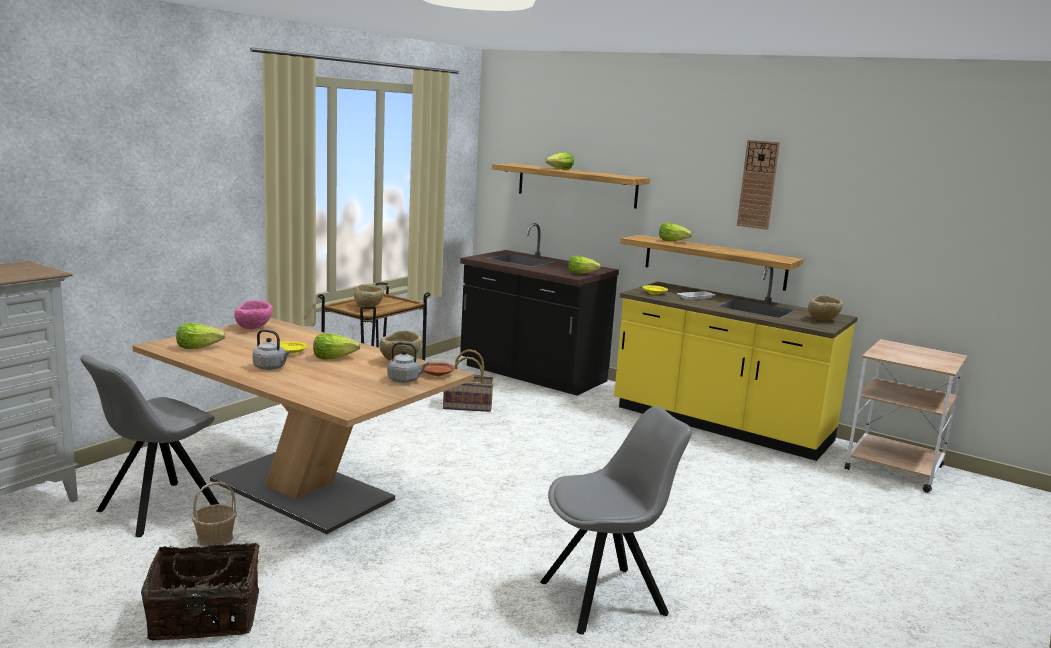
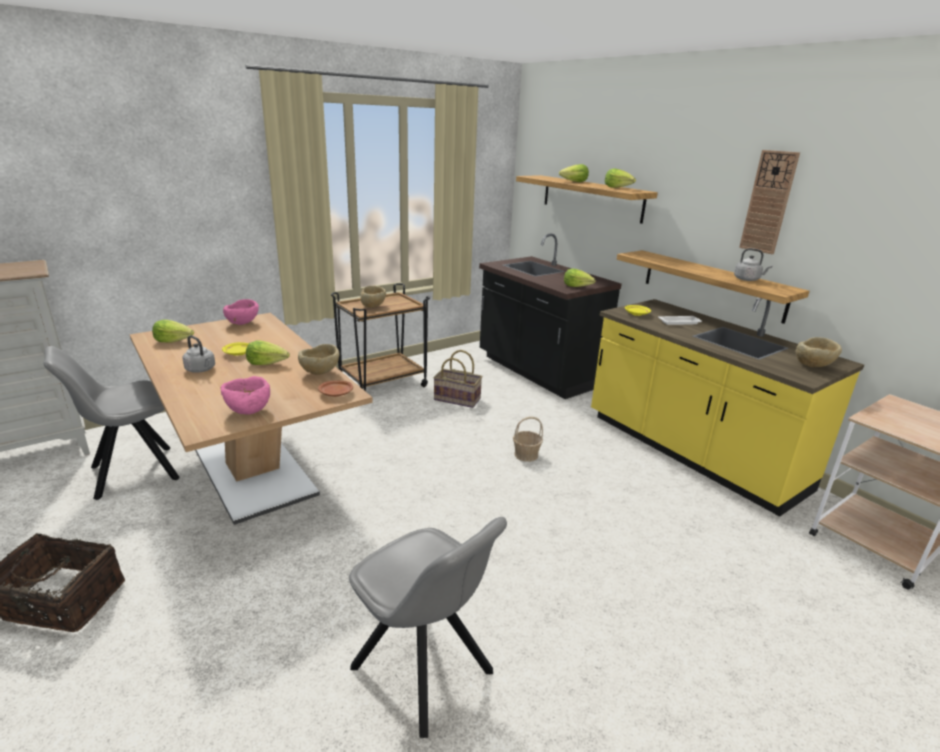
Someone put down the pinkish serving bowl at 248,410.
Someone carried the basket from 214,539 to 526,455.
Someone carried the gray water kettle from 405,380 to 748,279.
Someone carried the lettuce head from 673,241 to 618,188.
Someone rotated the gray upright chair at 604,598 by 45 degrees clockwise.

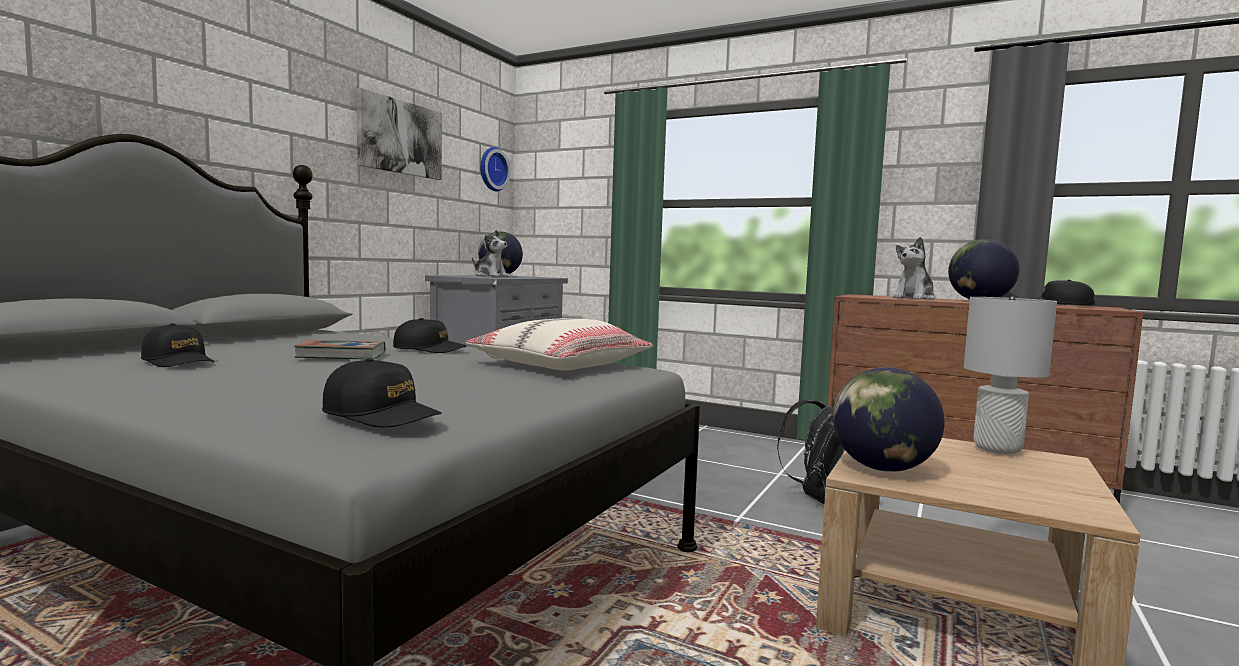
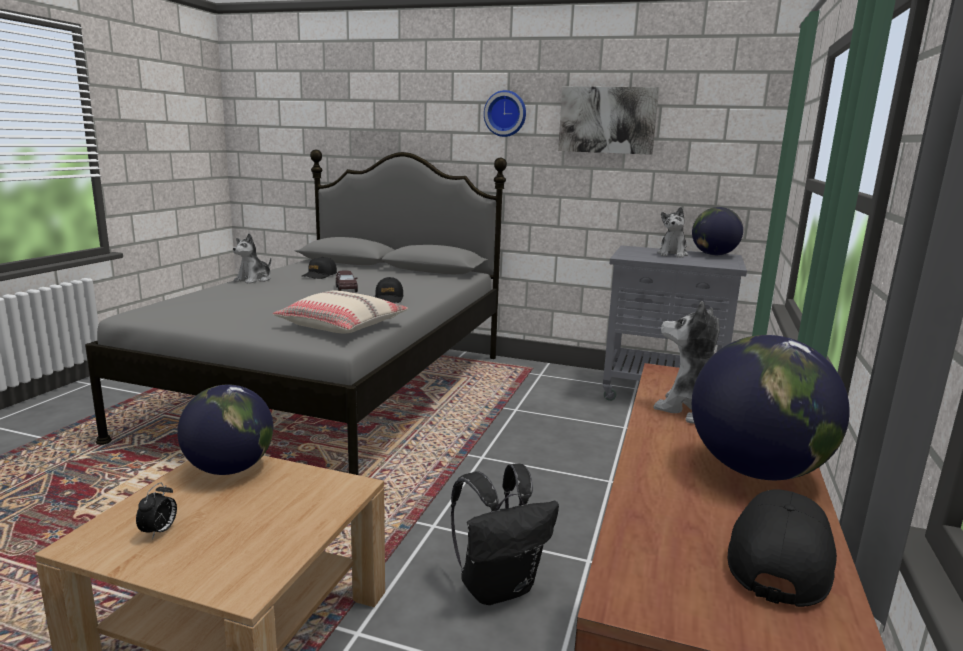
Someone took away the blackish cap at 381,415.
Someone took away the gray tabletop lamp at 998,451.
Someone put down the table clock at 159,531.
Someone put down the cuddly toy at 254,280.
Someone carried the wall clock from 491,169 to 505,113.
Someone swapped the bound book at 341,355 for the brown-coloured toy car at 346,289.

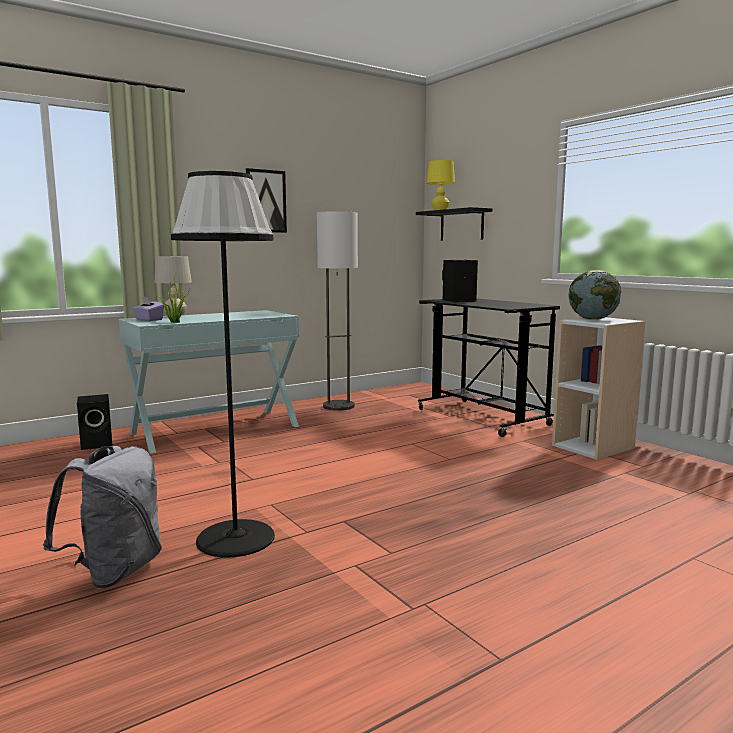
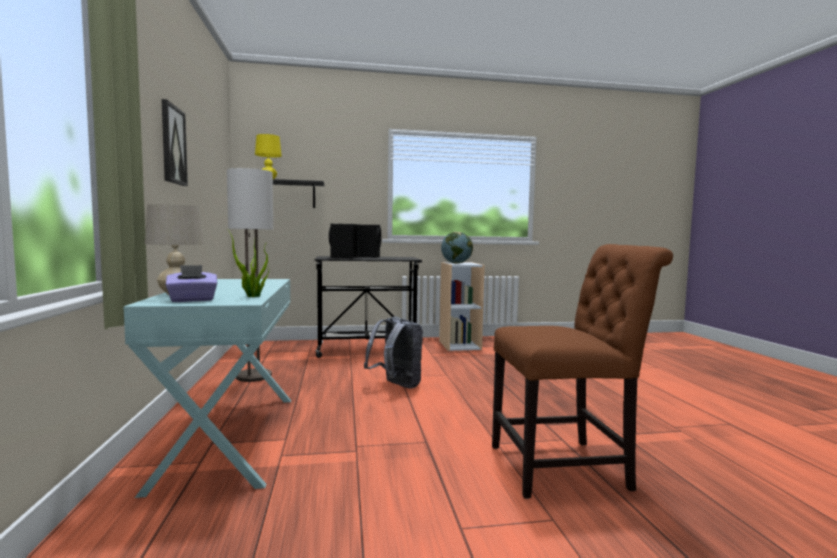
Someone carried the gray knapsack from 115,571 to 396,386.
Someone carried the blackish loudspeaker from 98,443 to 368,257.
Someone swapped the blackish standard lamp at 235,538 for the brown-coloured upright chair at 567,468.

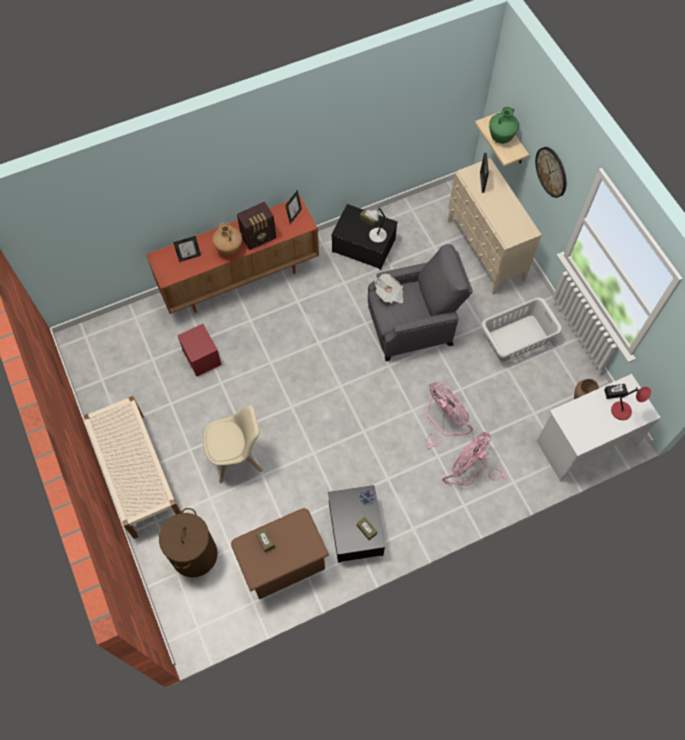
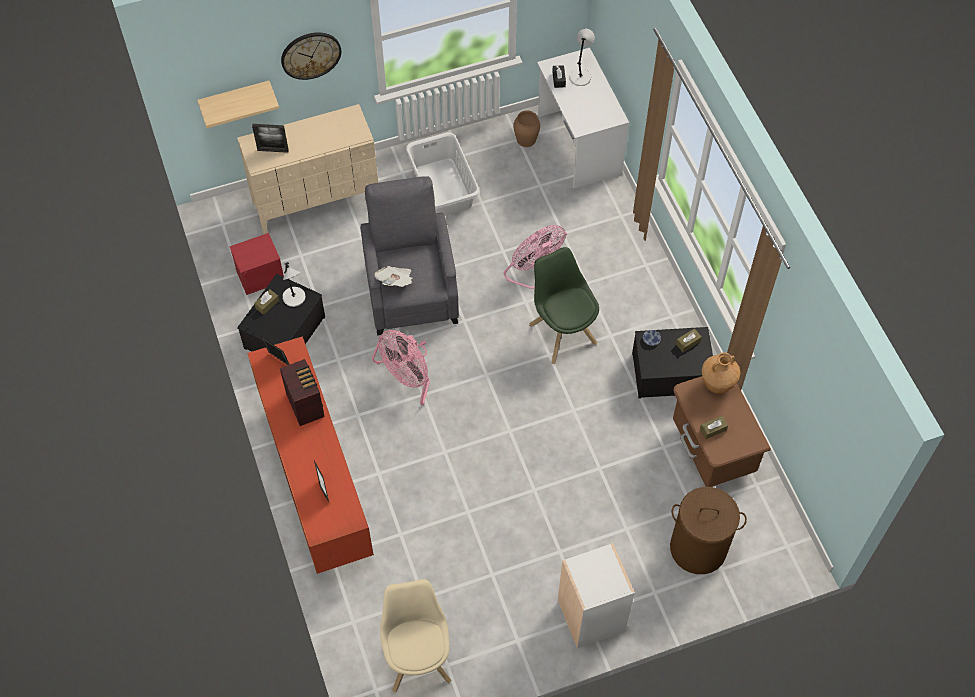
Someone took away the greenish decorative vase at 500,138.
Someone put down the greenish upright chair at 562,333.
Someone carried the reddish storage box from 202,357 to 260,274.
Someone carried the beige upright chair from 237,458 to 417,658.
Someone carried the brown-coloured decorative vase from 229,250 to 717,384.
Someone carried the pinkish electric fan from 472,468 to 408,373.
Someone swapped the beige long seat at 137,474 for the bookcase at 590,616.
Someone repainted the reddish tabletop lamp at 622,411, which became the gray tabletop lamp at 580,76.

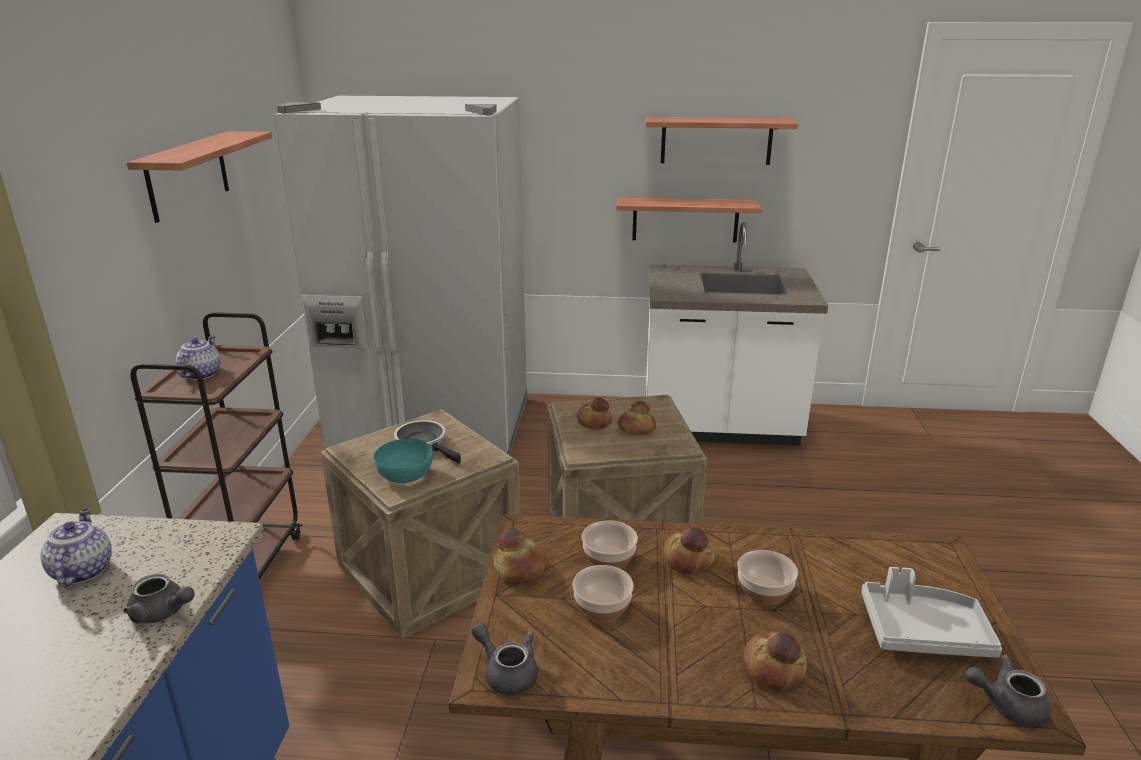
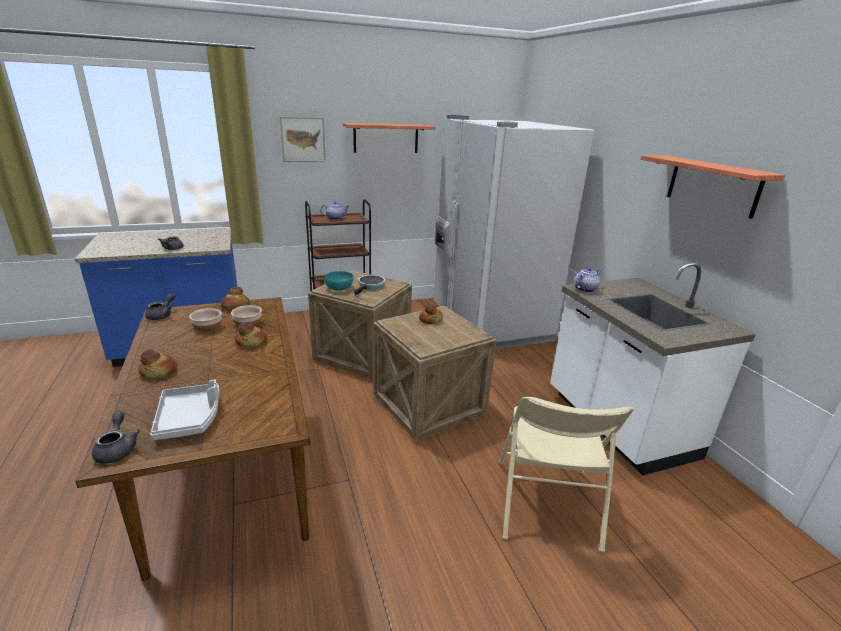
Someone took away the wall shelf at 685,220.
Someone took away the baked bread at 636,429.
Someone took away the serving bowl at 765,591.
Someone put up the wall art at 303,139.
Someone put down the beige upright chair at 545,502.
Someone carried the tea pot from 82,571 to 585,289.

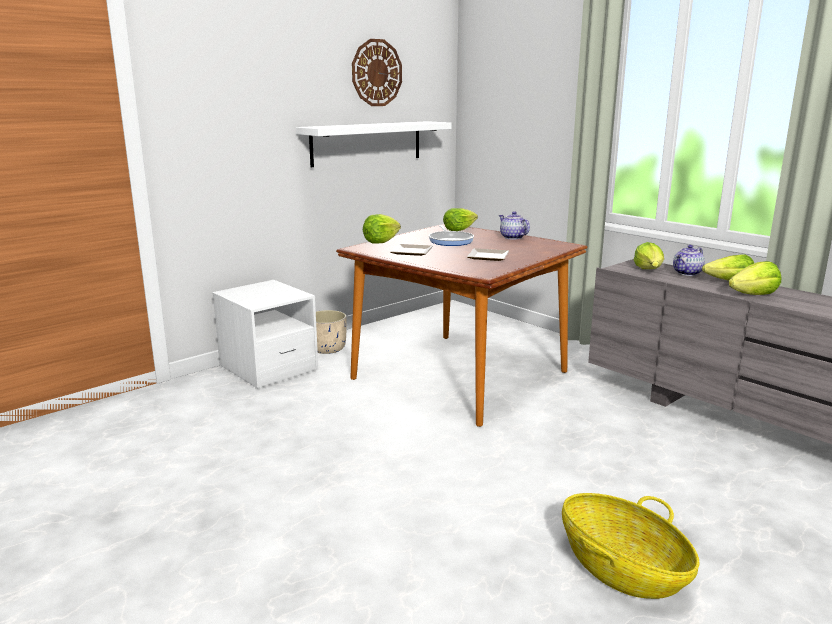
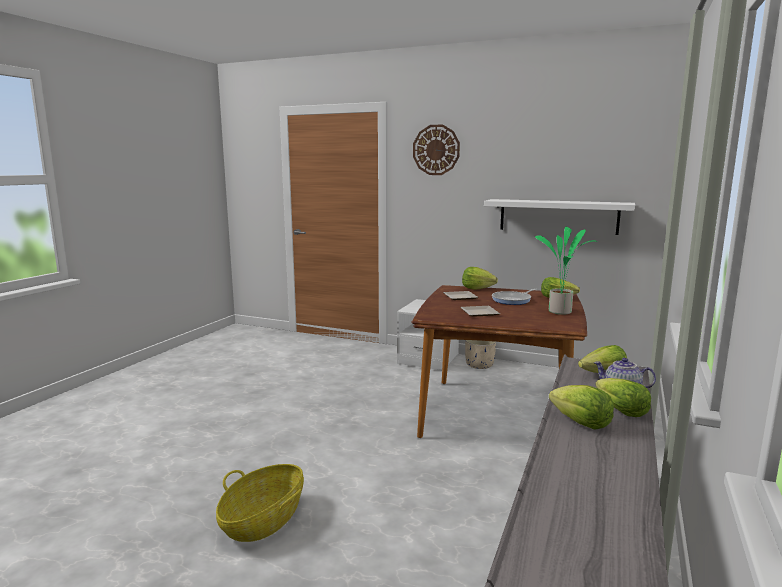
Someone carried the wall clock from 376,73 to 436,150.
Someone swapped the tea pot at 512,237 for the houseplant at 561,312.

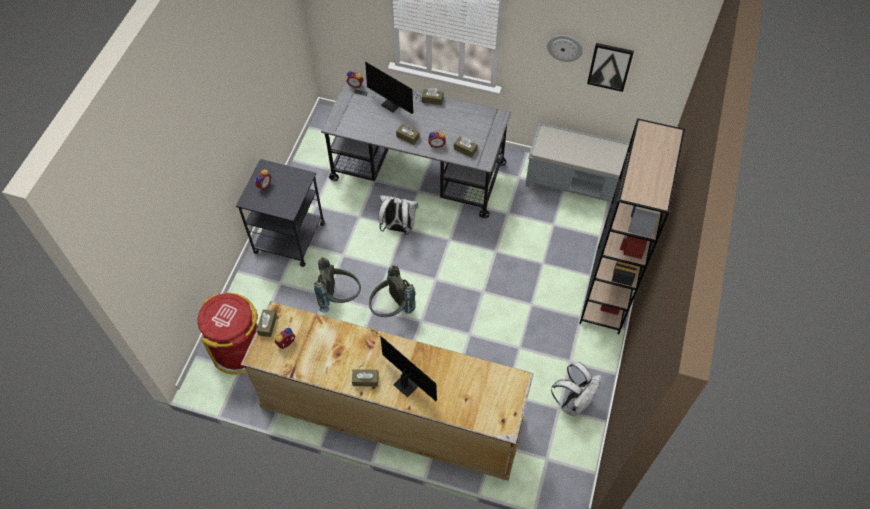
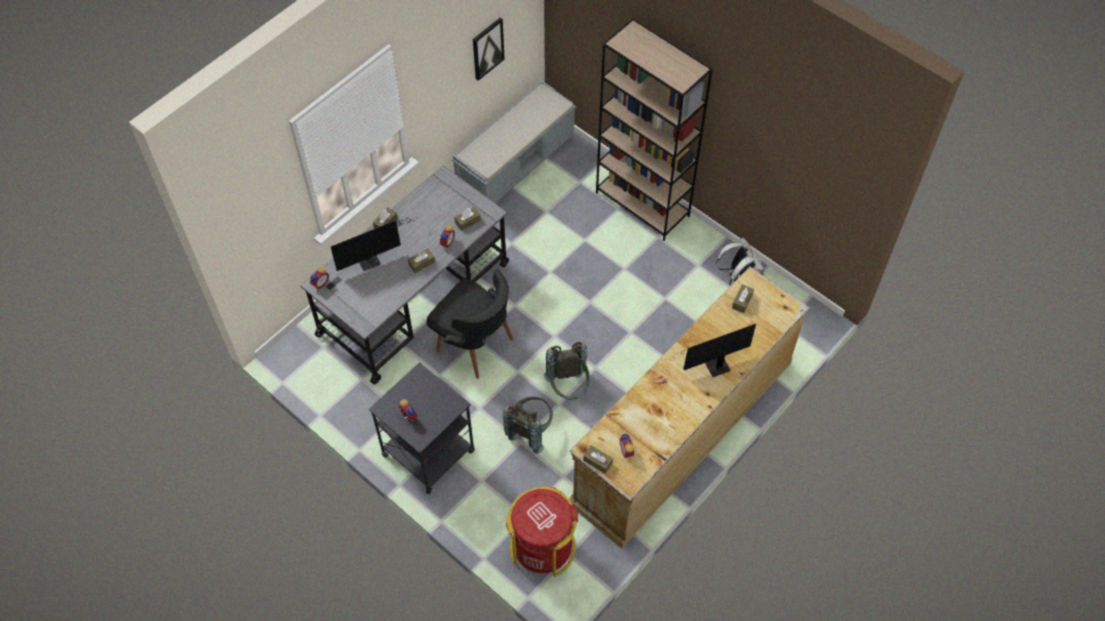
Someone took away the wall clock at 565,47.
Someone carried the brown-coloured box of tissues from 365,380 to 742,301.
Someone swapped the whitish knapsack at 398,228 for the blackish upright chair at 474,345.

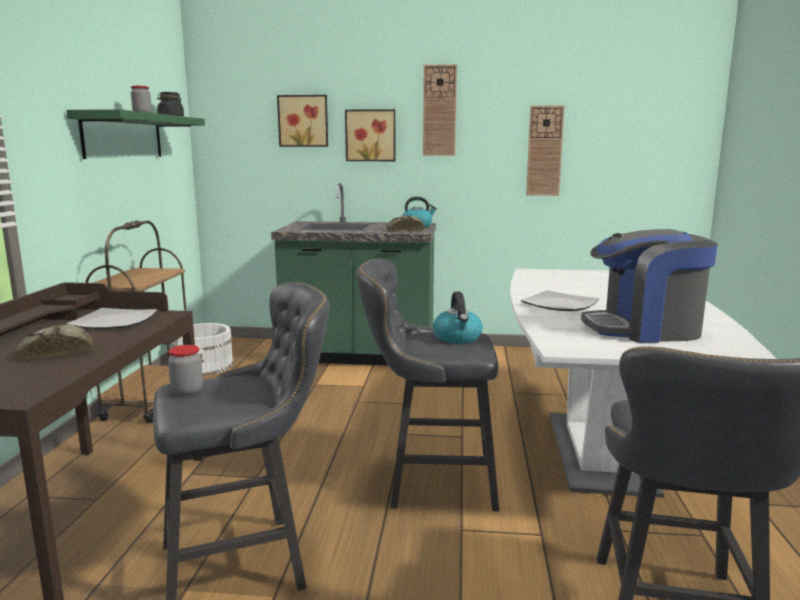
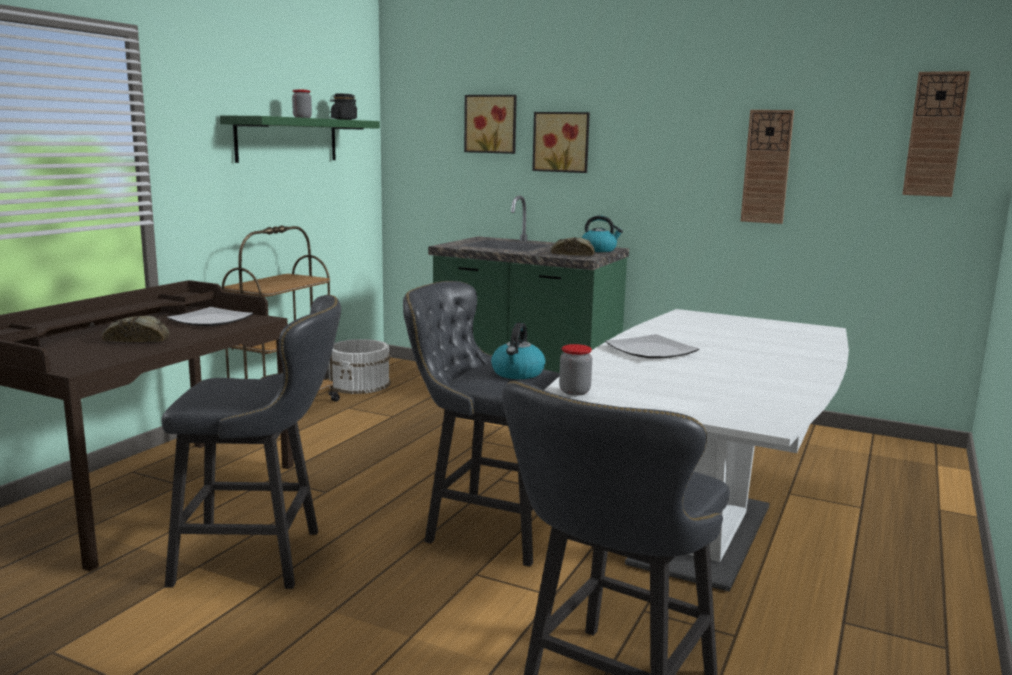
Someone took away the coffee maker at 644,329.
Someone carried the storage jar from 187,391 to 574,391.
Someone carried the wall clock from 439,111 to 935,134.

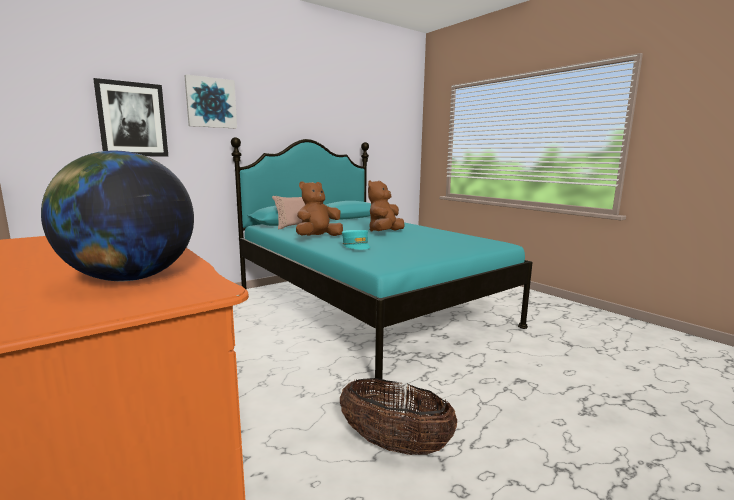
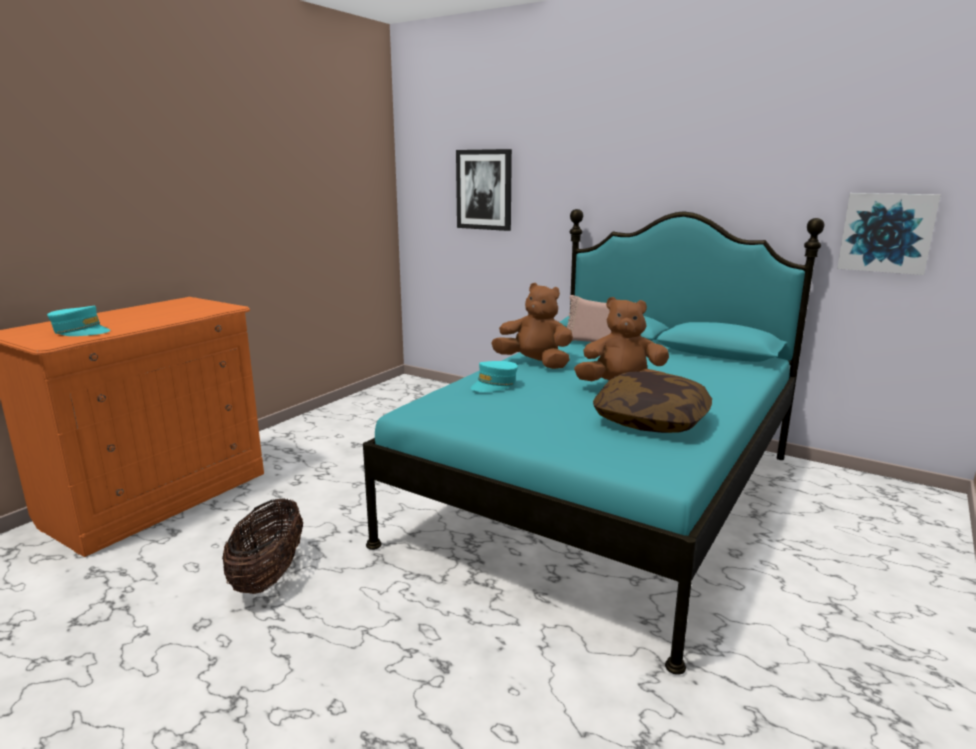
Someone put down the throw pillow at 651,420.
Someone carried the wall art from 211,103 to 886,233.
Someone swapped the globe at 130,278 for the blue-green cap at 81,331.

